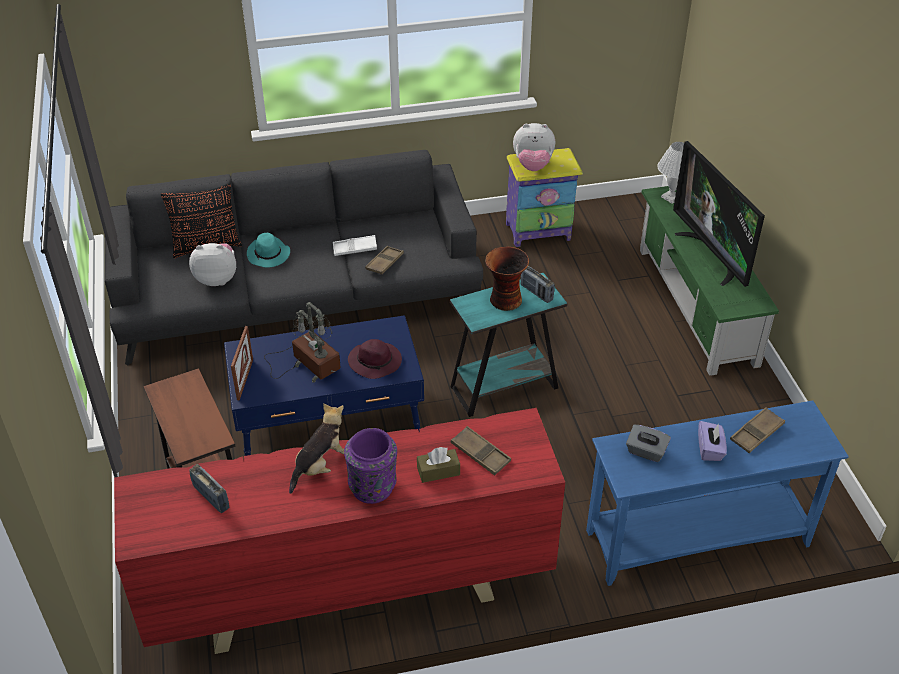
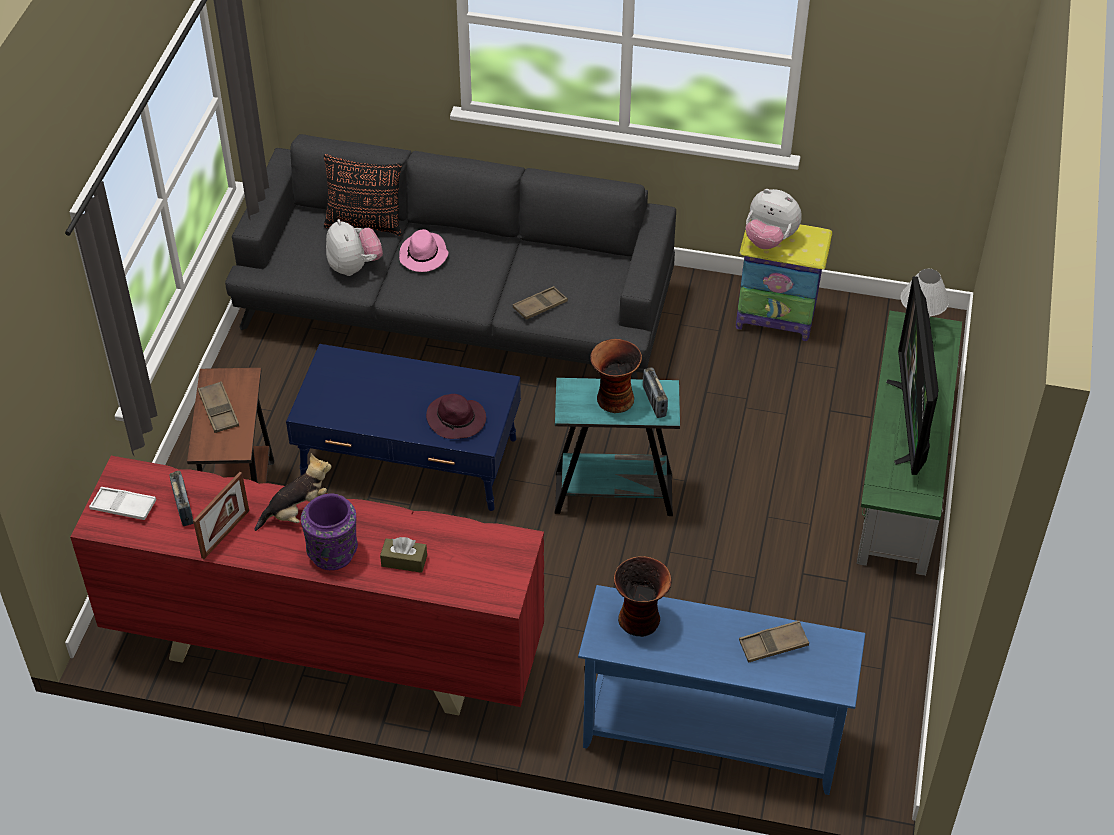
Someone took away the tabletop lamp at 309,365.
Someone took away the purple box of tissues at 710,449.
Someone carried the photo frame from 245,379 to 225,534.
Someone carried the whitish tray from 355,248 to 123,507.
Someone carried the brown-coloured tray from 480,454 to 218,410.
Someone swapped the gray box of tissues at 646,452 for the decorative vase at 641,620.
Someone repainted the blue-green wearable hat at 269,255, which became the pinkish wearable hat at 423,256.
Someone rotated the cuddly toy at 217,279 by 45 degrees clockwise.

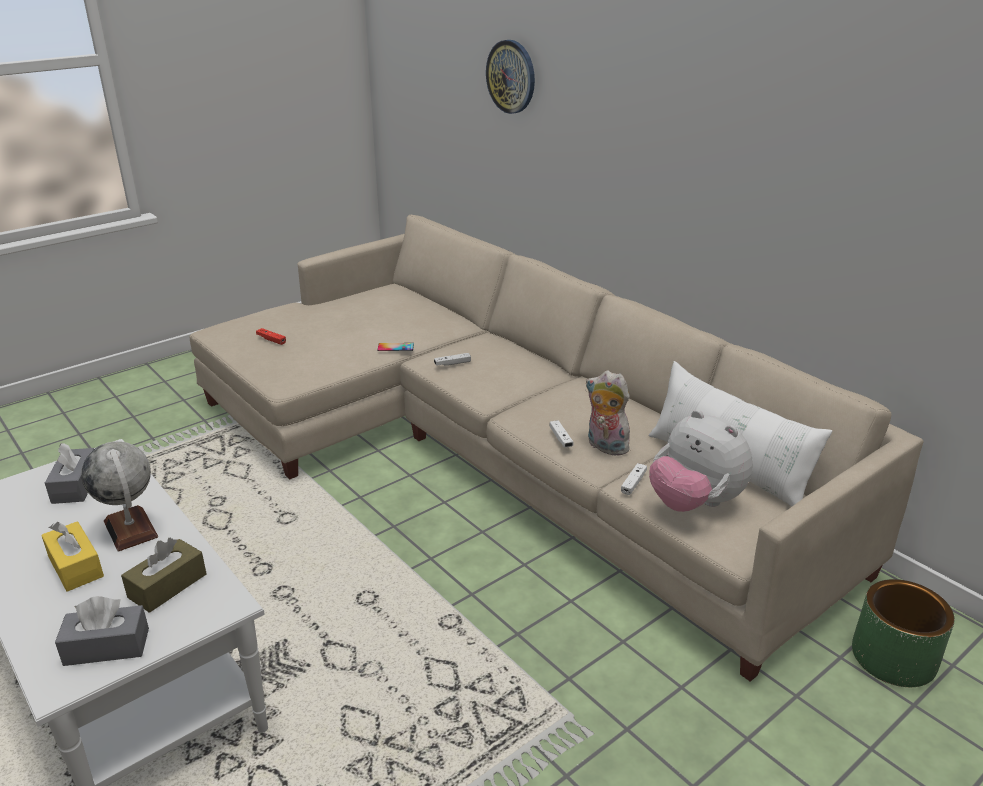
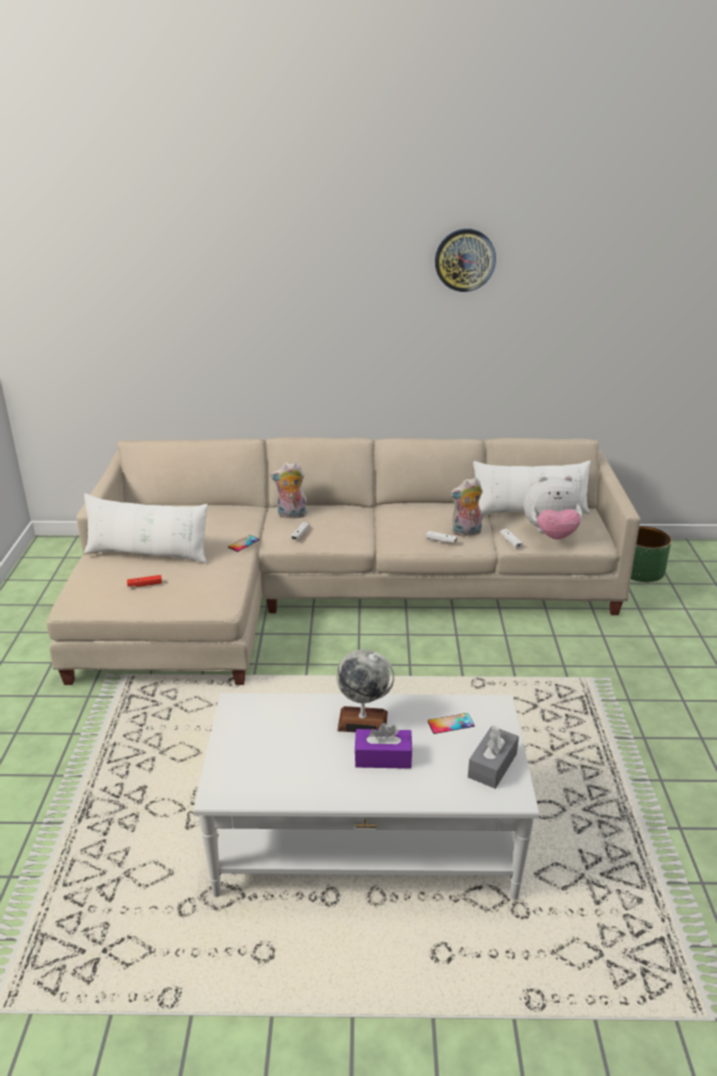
Someone took away the gray box of tissues at 76,485.
Someone put down the whitish throw pillow at 148,554.
Someone put down the cuddly toy at 291,515.
Someone carried the wall clock from 511,76 to 465,260.
Someone swapped the brown-coloured box of tissues at 167,586 for the phone at 450,723.
Someone repainted the yellow box of tissues at 75,566, which became the purple box of tissues at 383,757.

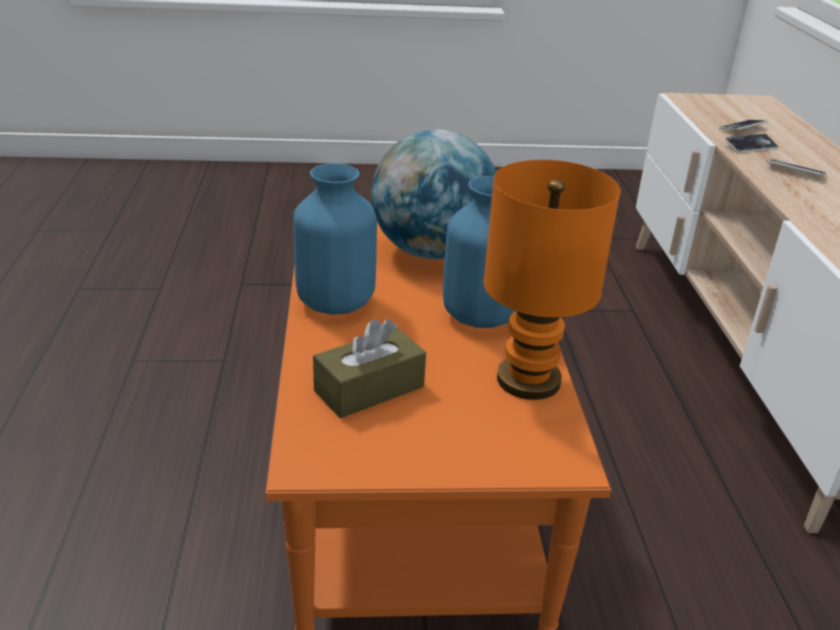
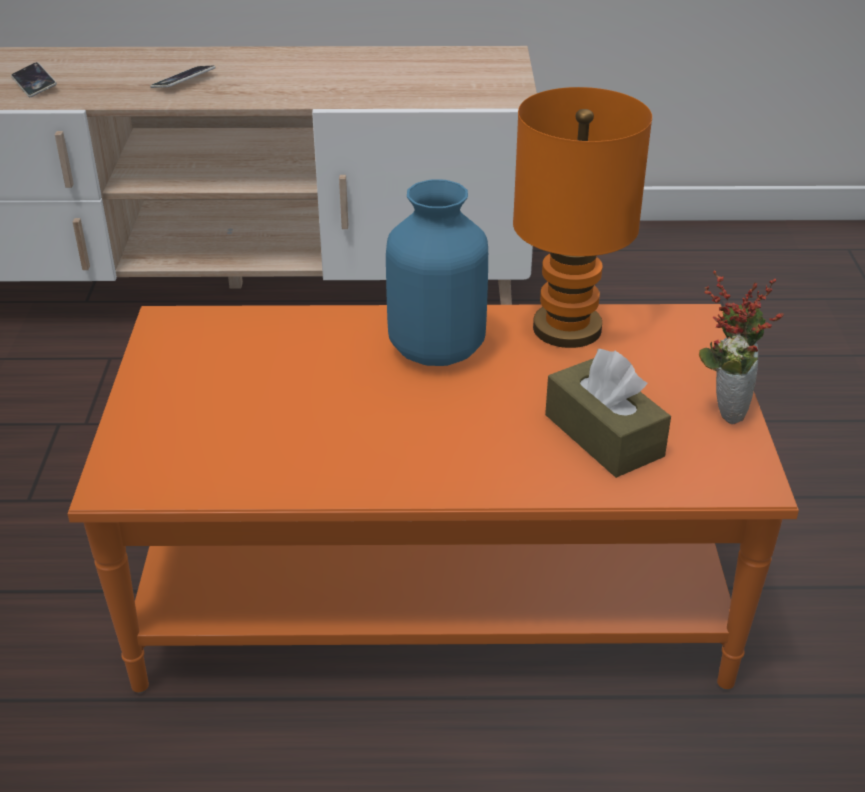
Someone took away the blue decorative vase at 336,302.
Someone took away the globe at 431,252.
Someone took away the phone at 750,147.
Someone put down the houseplant at 724,406.

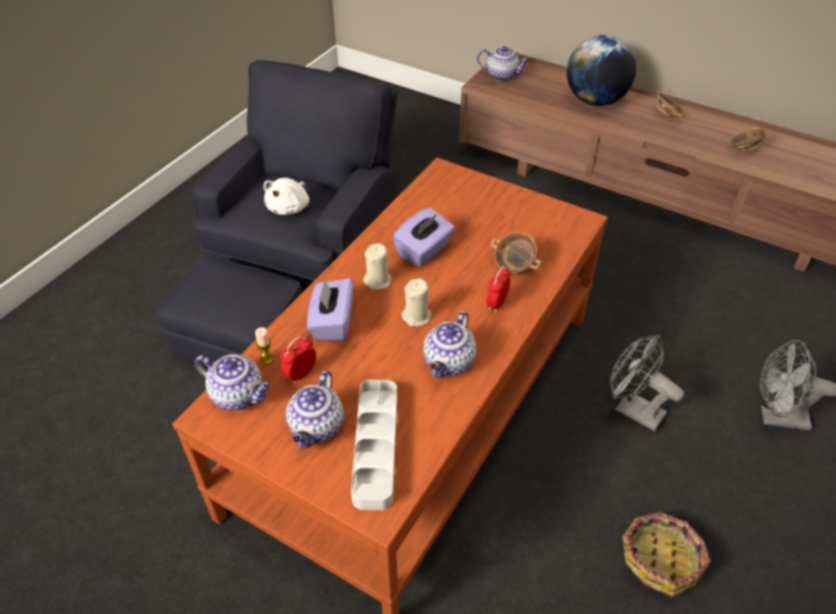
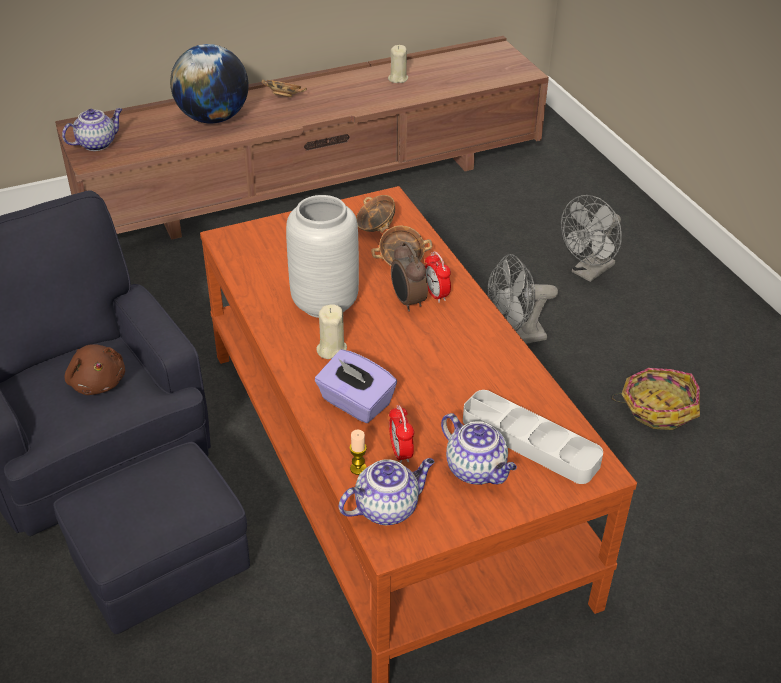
Someone took away the tea pot at 449,363.
Someone put down the table clock at 407,302.
Someone carried the beige wax candle from 417,316 to 397,78.
Someone carried the serving bowl from 743,148 to 375,228.
Someone swapped the purple box of tissues at 424,251 for the gray decorative vase at 323,302.
Someone repainted the whitish cuddly toy at 289,207, which became the brown-coloured cuddly toy at 97,382.

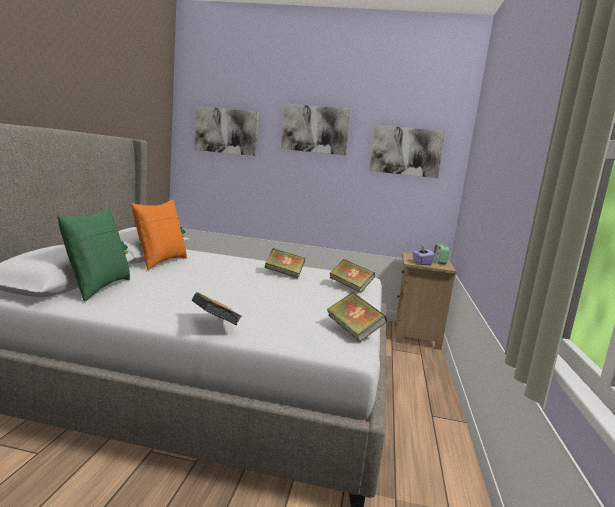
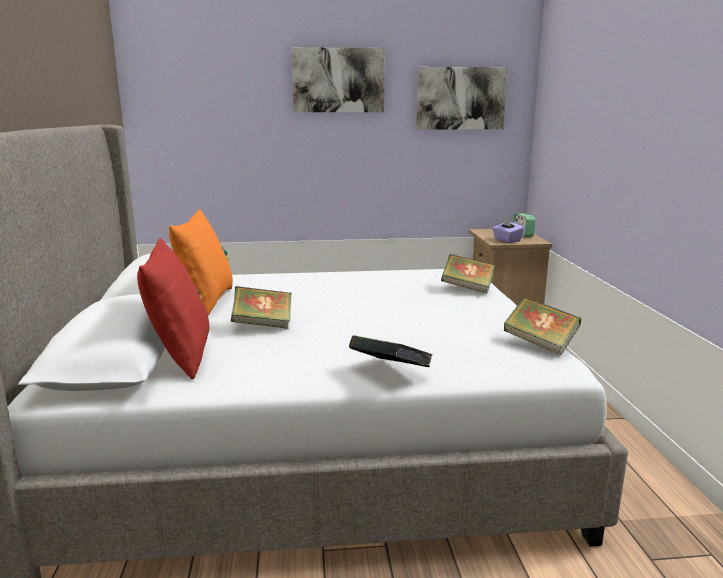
Someone took away the wall art at 226,131.
Someone carried the bound book from 284,274 to 263,325.
Someone repainted the greenish throw pillow at 97,288, which became the reddish throw pillow at 181,357.

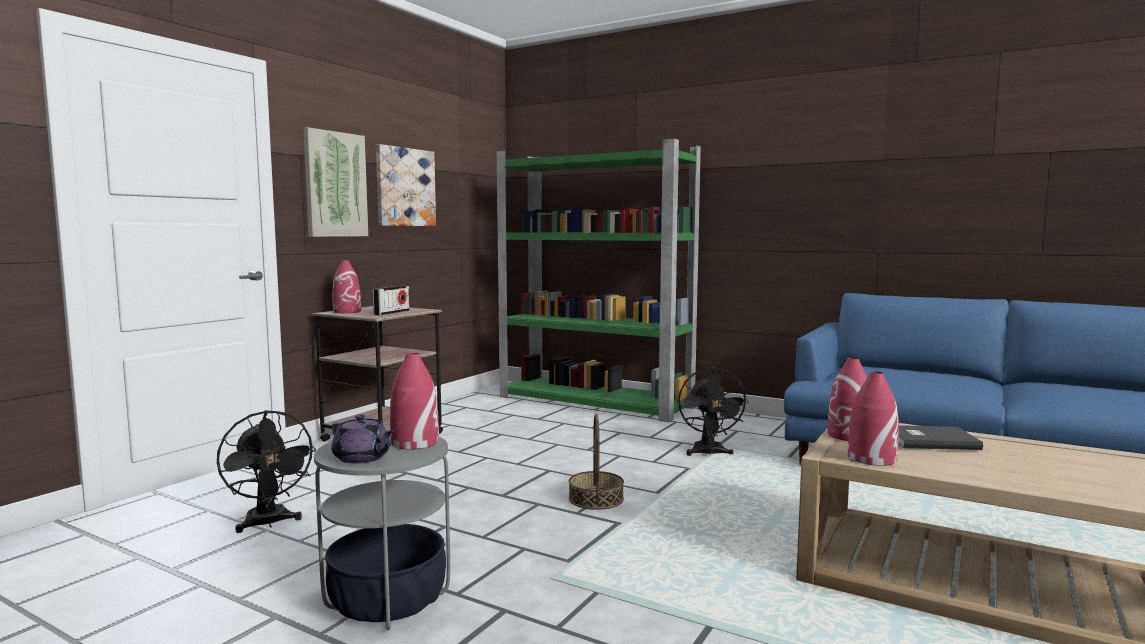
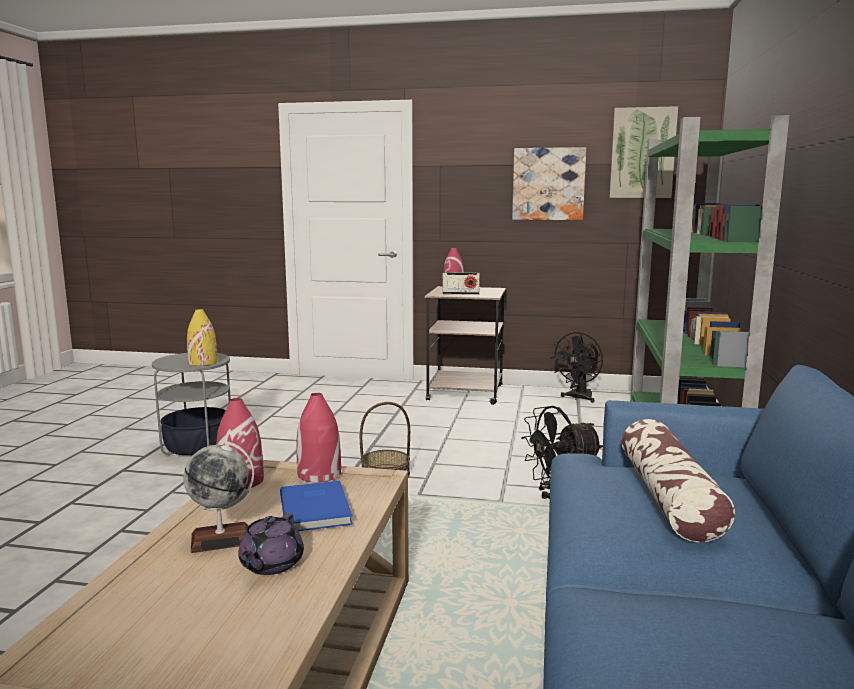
Someone put down the globe at 221,539.
Someone put down the throw pillow at 669,498.
Someone carried the blackish electric fan from 268,523 to 578,398.
Someone carried the wall art from 335,184 to 642,153.
Someone carried the purple tea pot from 362,458 to 270,564.
Someone repainted the reddish decorative vase at 414,442, which became the yellow decorative vase at 202,362.
Someone repainted the gray bound book at 929,440, which became the blue bound book at 317,508.

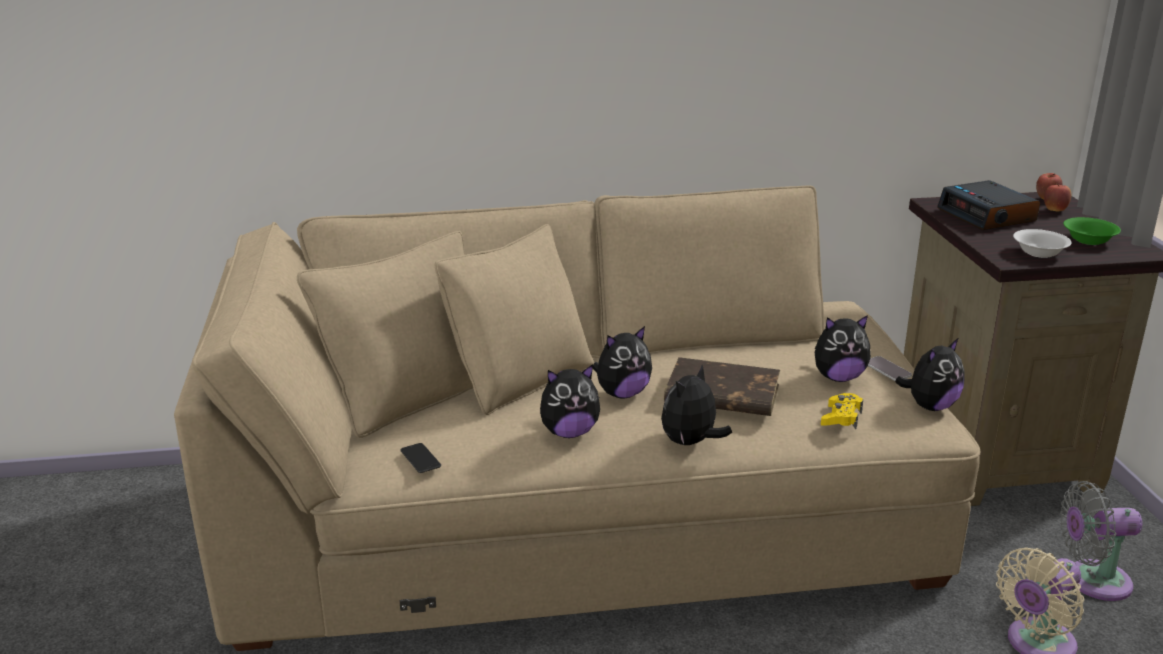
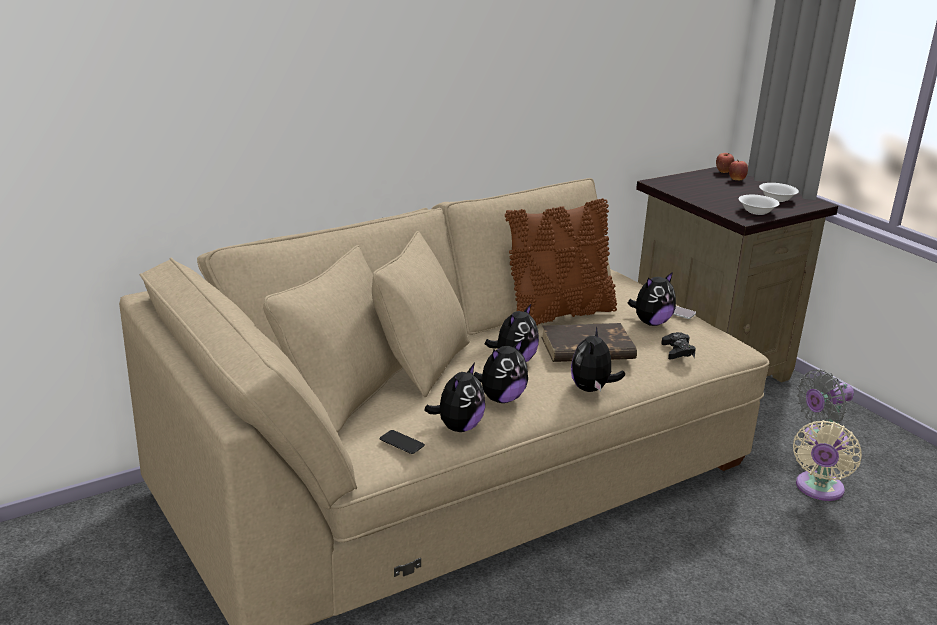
Someone took away the table clock at 987,216.
Someone put down the brown-coloured throw pillow at 558,313.
Someone carried the cuddly toy from 930,406 to 458,427.
Someone repainted the yellow joypad at 841,417, which became the blackish joypad at 677,351.
Someone repainted the greenish serving bowl at 1088,240, which became the whitish serving bowl at 776,198.

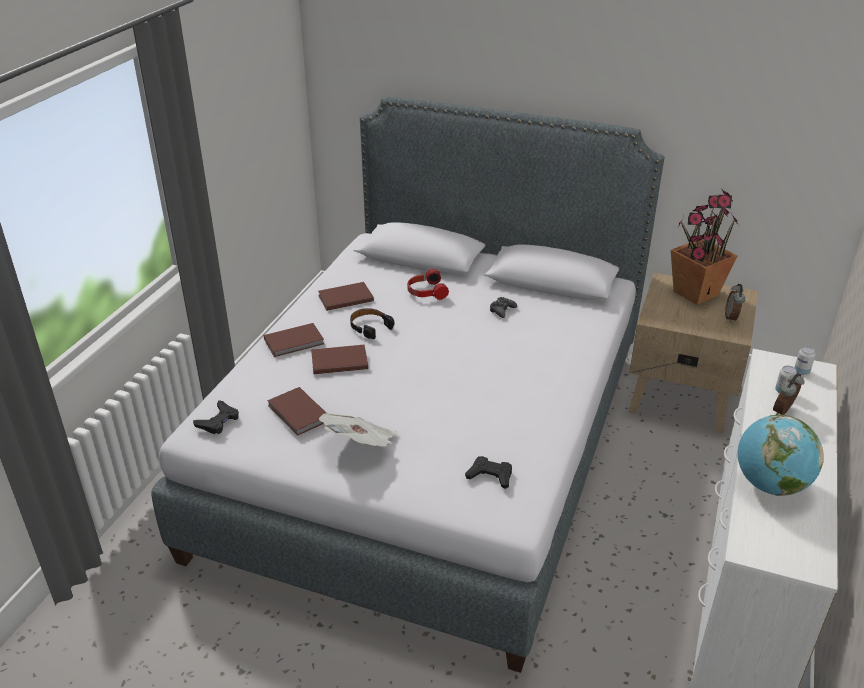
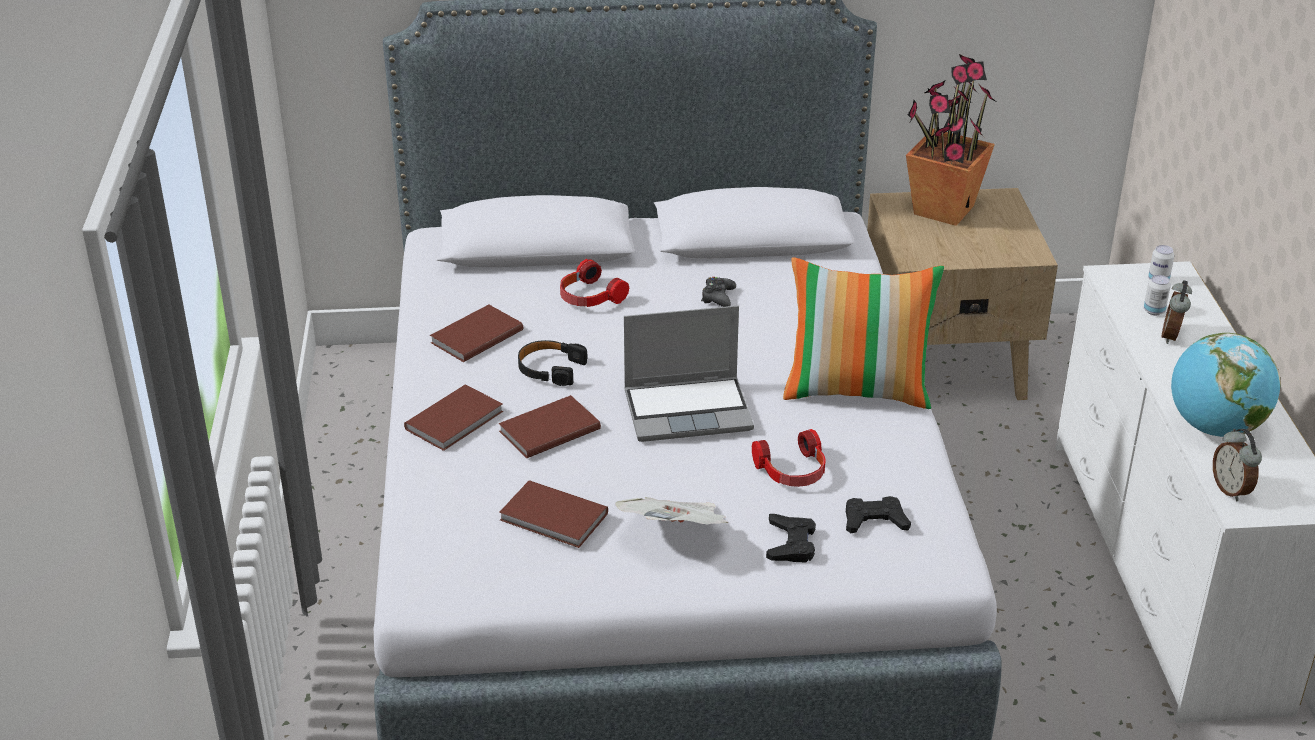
Someone put down the notebook computer at 689,410.
Someone put down the pair of headphones at 792,472.
Someone put down the throw pillow at 857,390.
Someone carried the blackish joypad from 218,421 to 791,544.
Someone carried the table clock from 731,318 to 1231,490.

